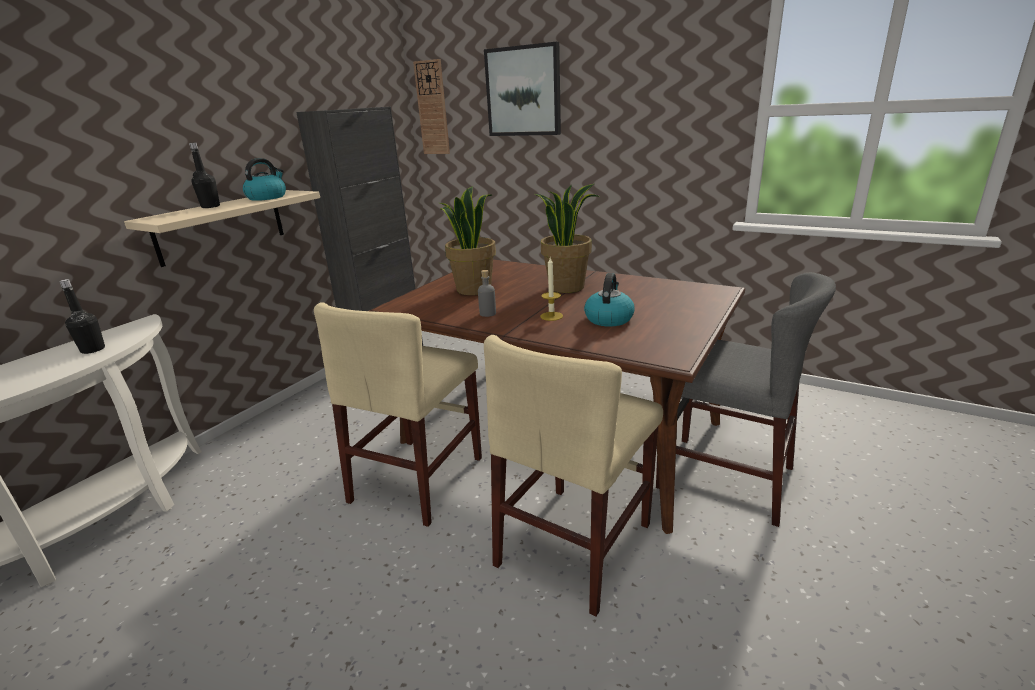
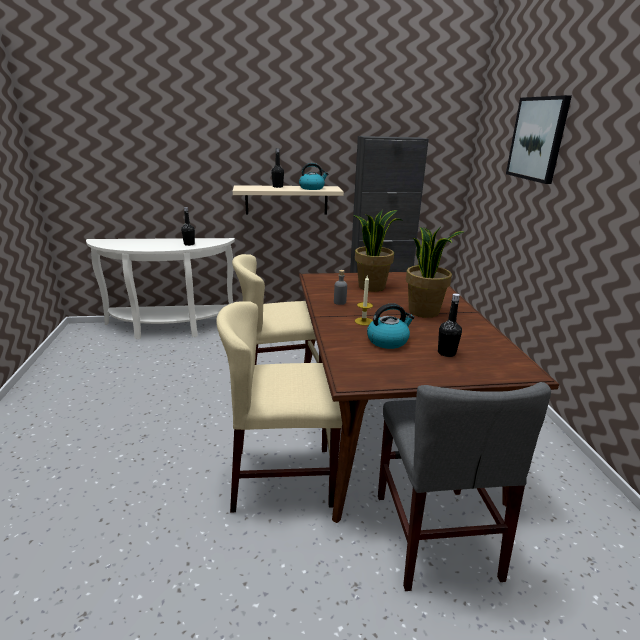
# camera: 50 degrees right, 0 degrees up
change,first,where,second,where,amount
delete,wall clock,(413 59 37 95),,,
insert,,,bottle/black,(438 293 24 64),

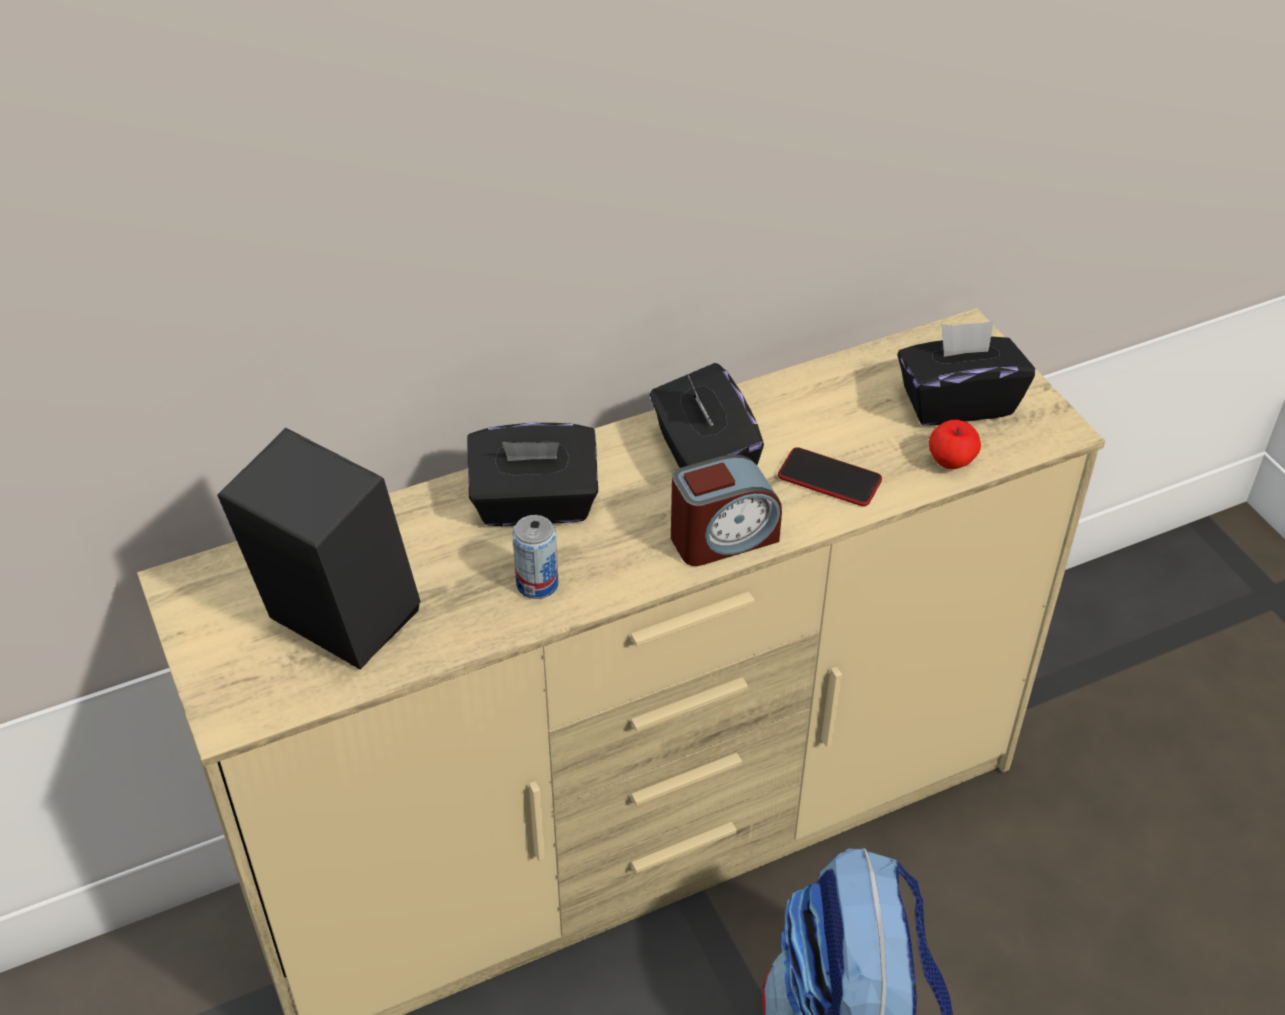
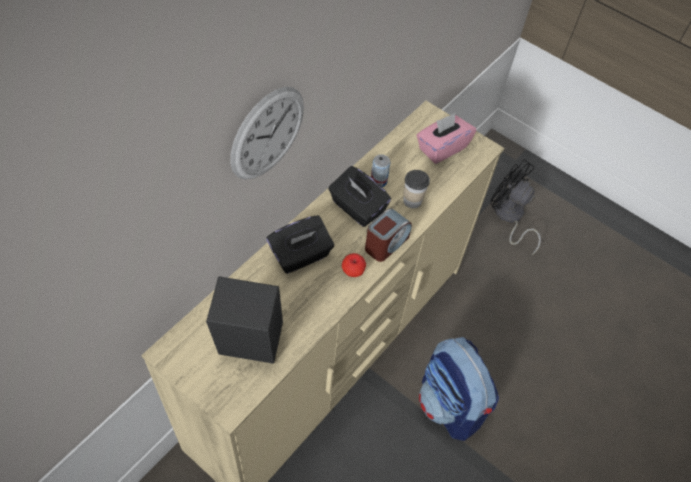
# camera: 30 degrees left, 10 degrees up
change,first,where,second,where,amount
recolor,tissue box/black,(897 321 138 105),tissue box/pink,(416 113 60 51),
move,apple,(929 420 52 49),,(342 253 24 24),
replace,phone,(778 447 104 59),cup,(403 170 27 38),
move,can,(512 515 46 84),,(371 154 19 33),
insert,,,wall clock,(230 87 74 93),
insert,,,fan/black,(491 159 50 96),

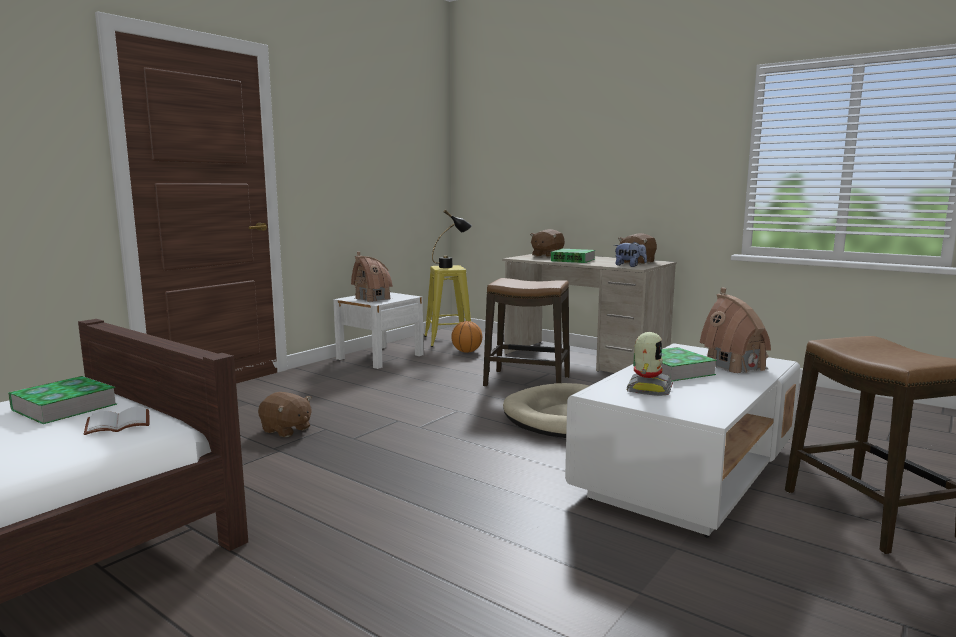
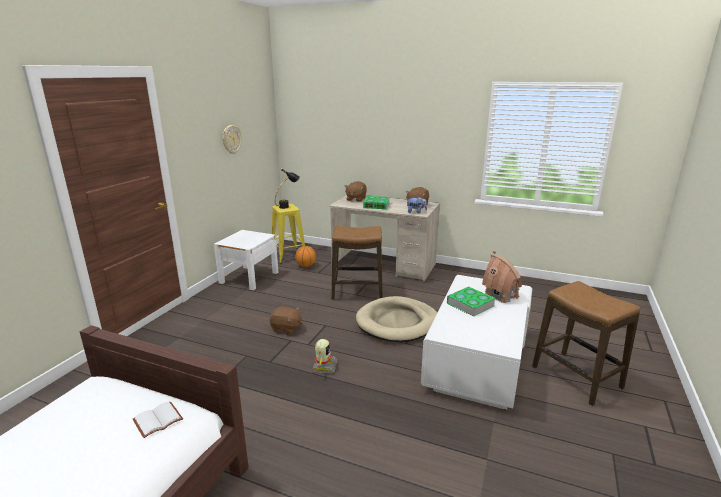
# camera: 15 degrees left, 10 degrees up
change,first,where,second,where,amount
delete,toy house,(351 252 42 50),,,
move,toy robot,(626 332 47 64),,(312 339 25 35),
delete,book,(8 376 109 48),,,
move,plush toy/brown,(258 392 54 45),,(270 306 33 29),
insert,,,wall clock,(223 125 19 29),

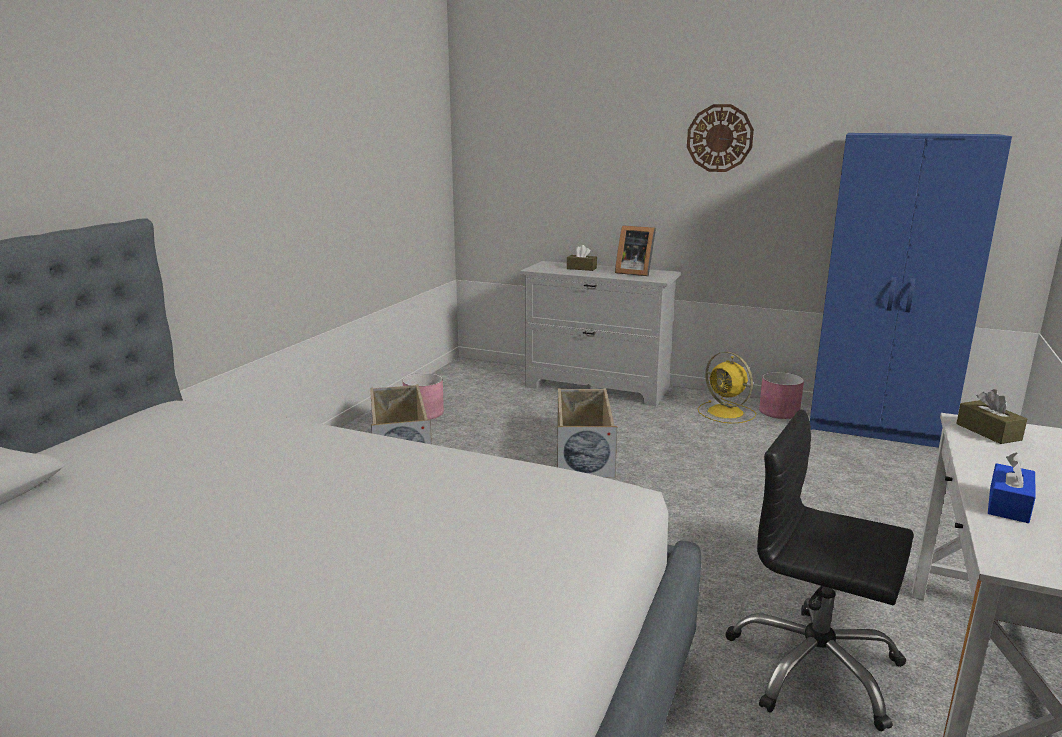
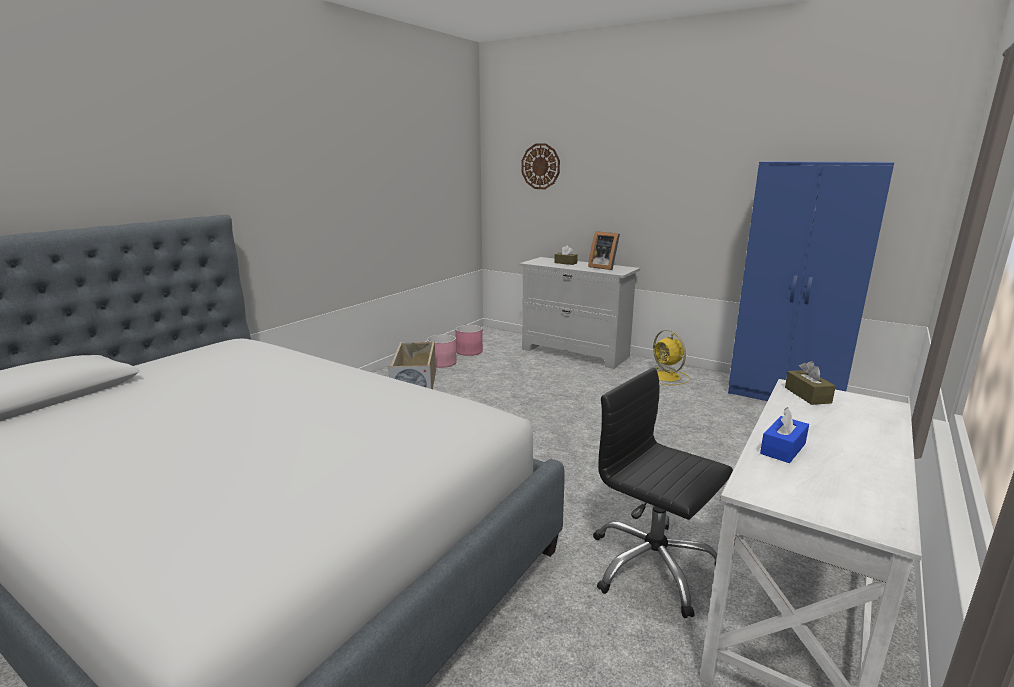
# camera: 10 degrees right, 0 degrees up
change,first,where,second,where,amount
move,wall clock,(687 104 67 68),,(521 143 39 46),
move,planter/pink,(759 372 45 47),,(455 325 28 31),
delete,storage box/beige,(557 388 60 90),,,

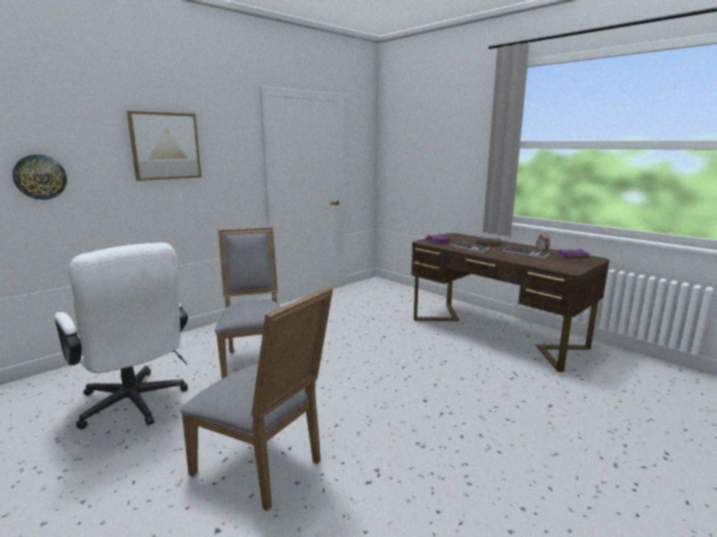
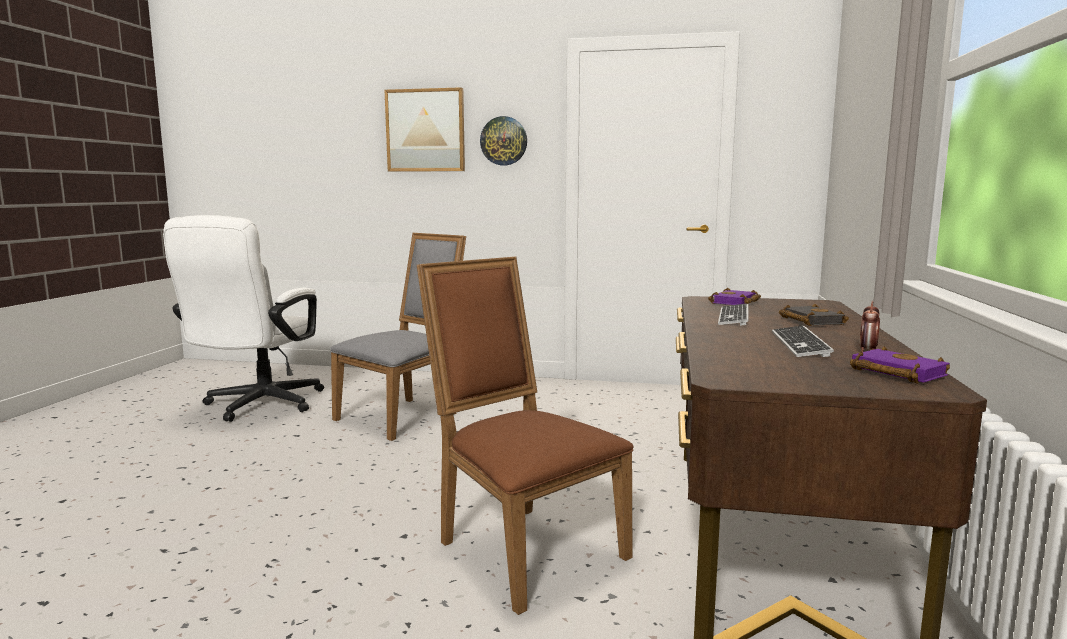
# camera: 55 degrees right, 5 degrees down
change,first,where,second,where,amount
move,wall clock,(12 155 55 45),,(480 116 47 50),
delete,chair/grey,(180 287 153 224),,,
insert,,,chair/brown,(417 256 217 359),

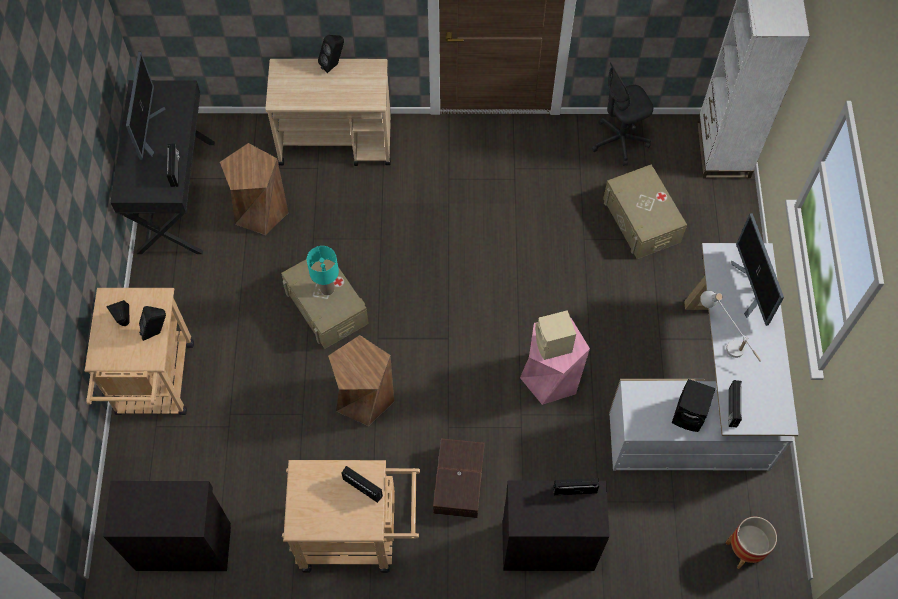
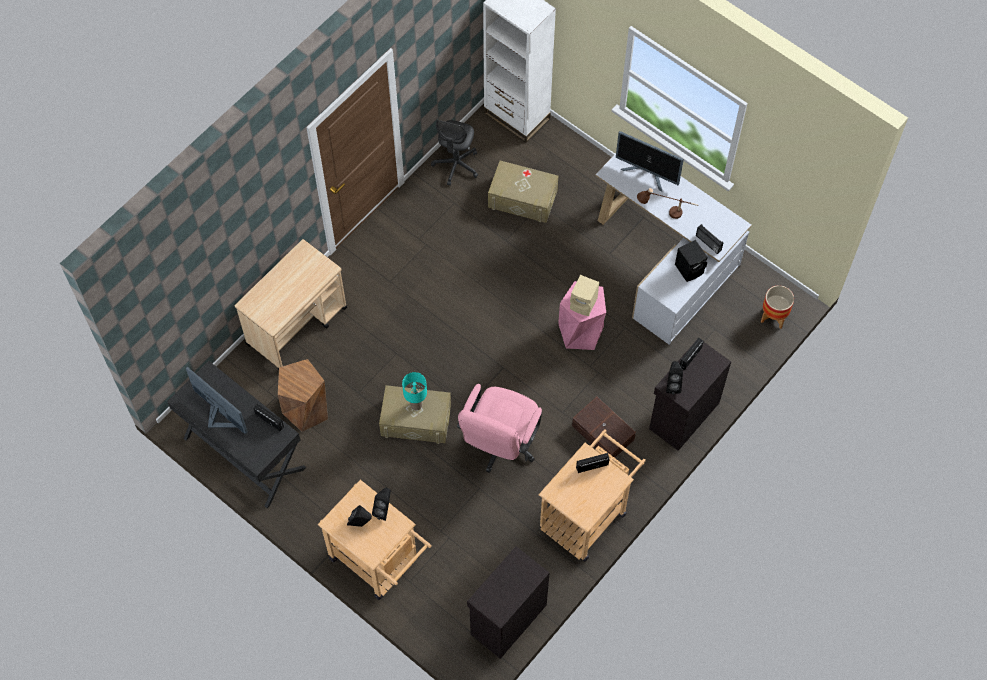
# camera: 50 degrees left, 0 degrees up
change,first,where,second,where,amount
move,speaker/black,(318 35 26 38),,(666 361 17 33),
recolor,table lamp/white,(700 291 62 71),table lamp/brown,(637 188 61 31),
replace,stool/brown,(328 335 66 91),office chair/pink,(457 384 85 89),

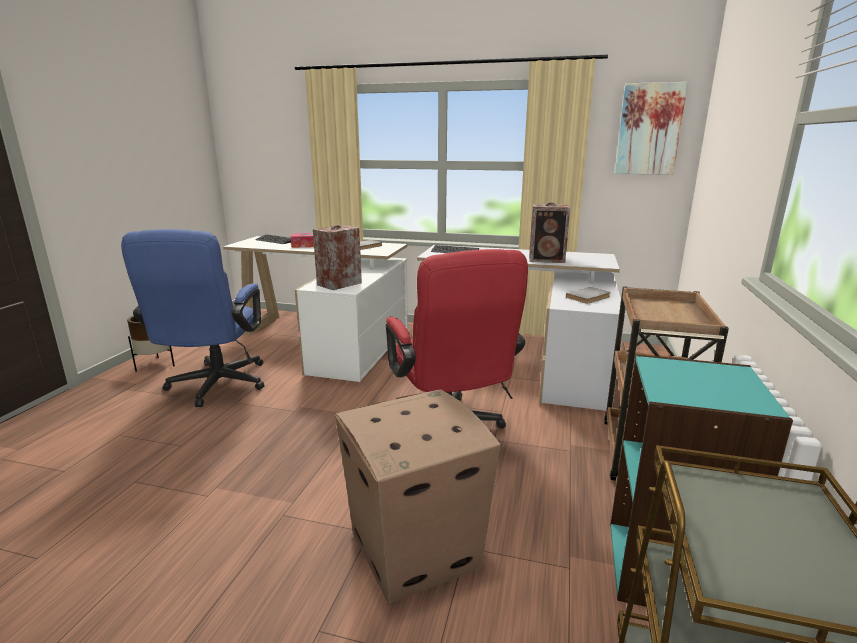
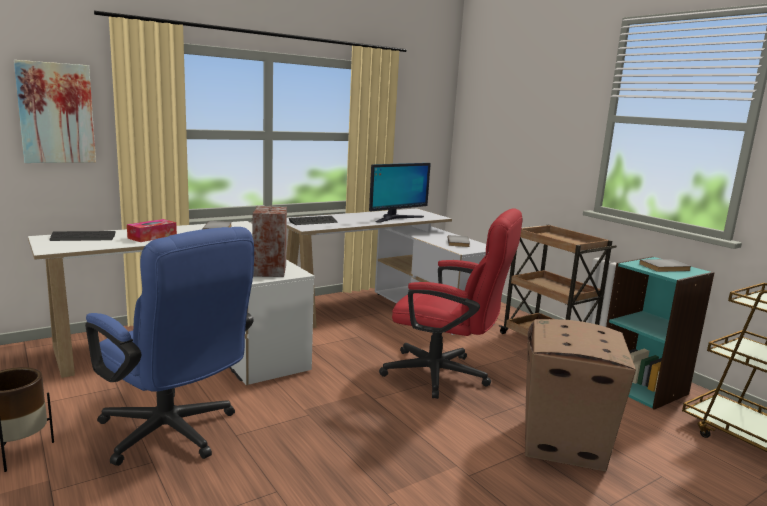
# camera: 50 degrees left, 5 degrees down
change,first,where,second,where,amount
move,picture,(615 82 73 93),,(14 60 82 103),
replace,speaker,(529 202 41 61),monitor,(369 163 62 59),
insert,,,book/grey,(639 259 52 13),

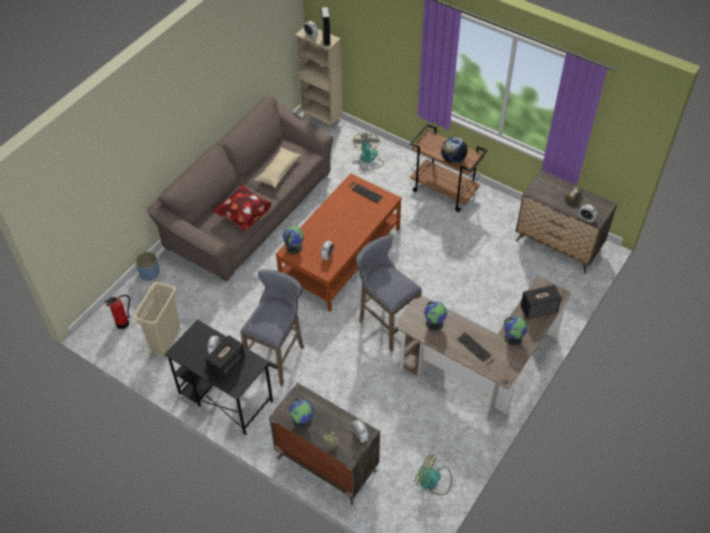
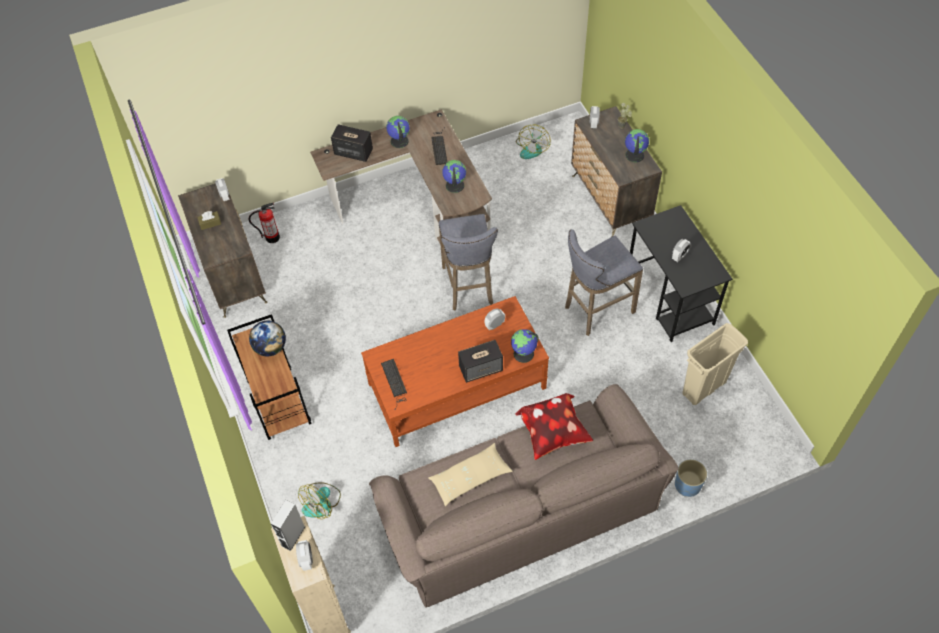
# camera: 145 degrees left, 5 degrees up
change,first,where,second,where,amount
move,fire extinguisher,(104 295 26 34),,(249 202 31 41),
move,speaker,(205 335 40 46),,(458 340 45 43),
rotate,fan,(414 454 38 41),,(516 125 35 34),45 degrees clockwise

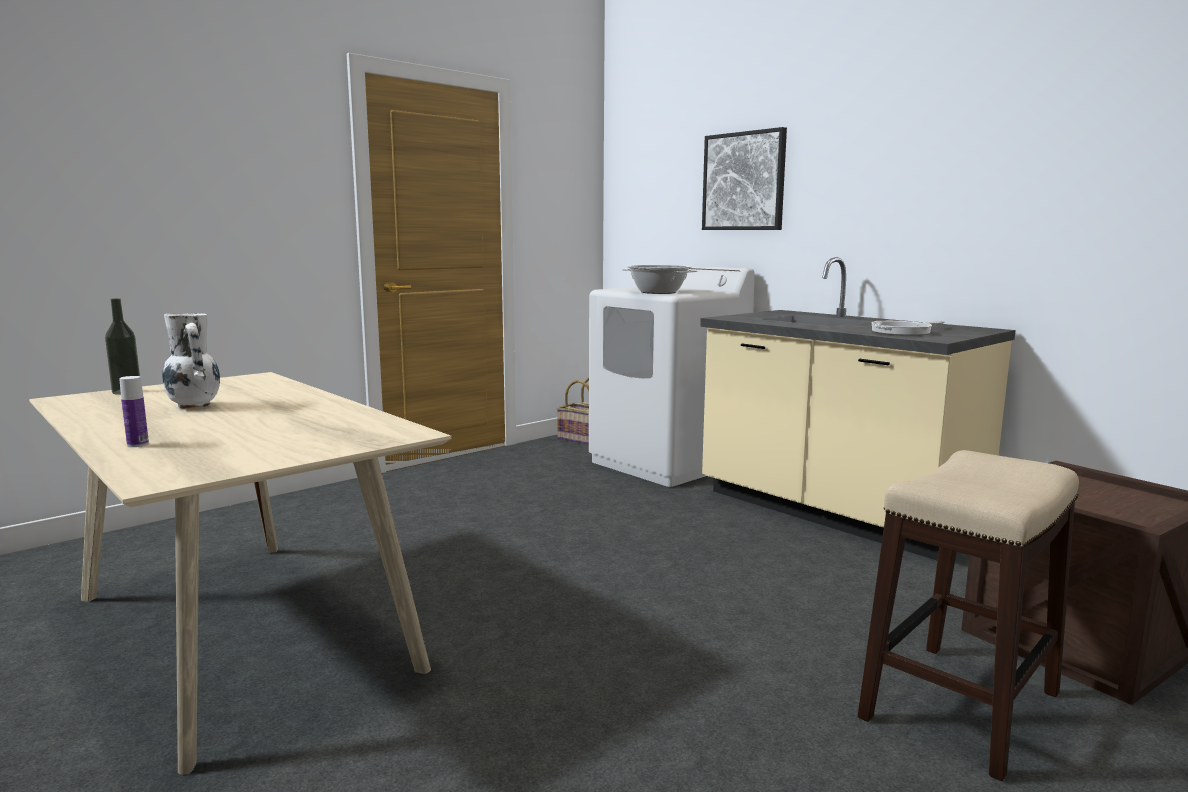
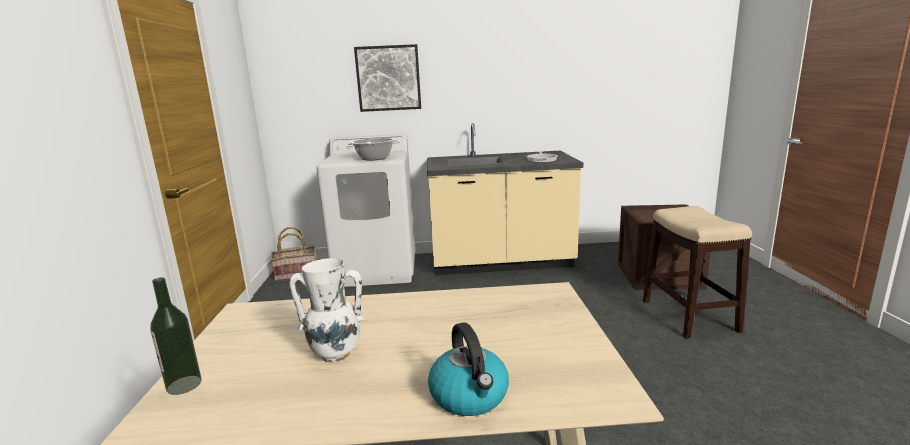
# camera: 50 degrees left, 5 degrees up
change,first,where,second,where,amount
replace,bottle,(119 376 30 71),kettle,(428 323 81 93),

